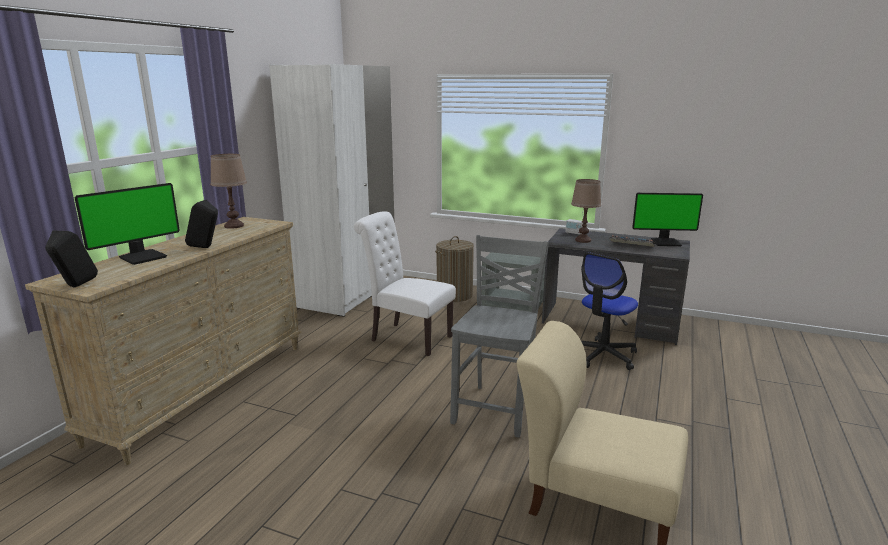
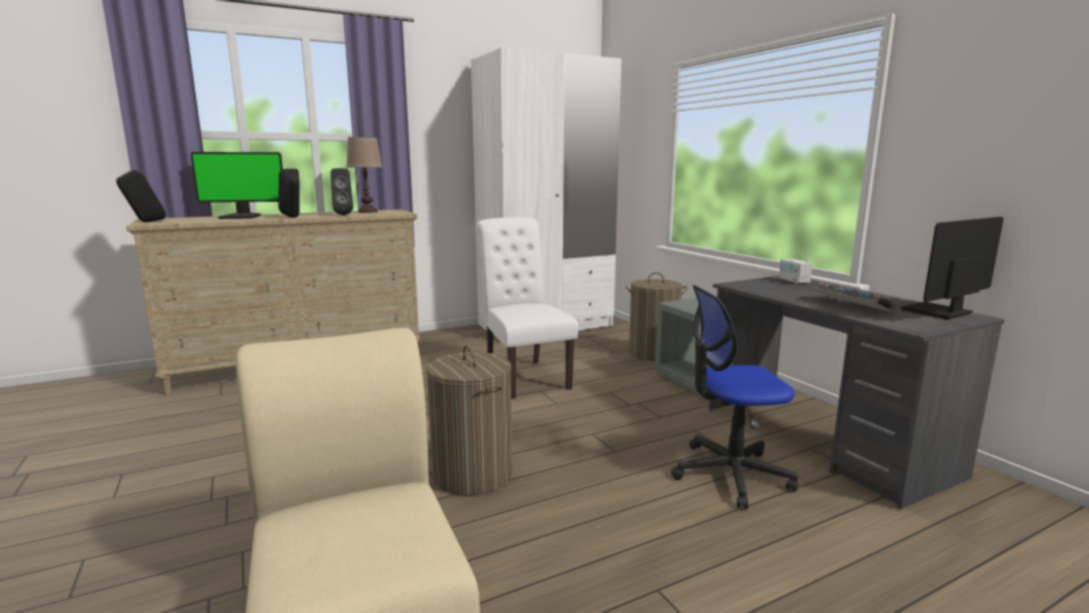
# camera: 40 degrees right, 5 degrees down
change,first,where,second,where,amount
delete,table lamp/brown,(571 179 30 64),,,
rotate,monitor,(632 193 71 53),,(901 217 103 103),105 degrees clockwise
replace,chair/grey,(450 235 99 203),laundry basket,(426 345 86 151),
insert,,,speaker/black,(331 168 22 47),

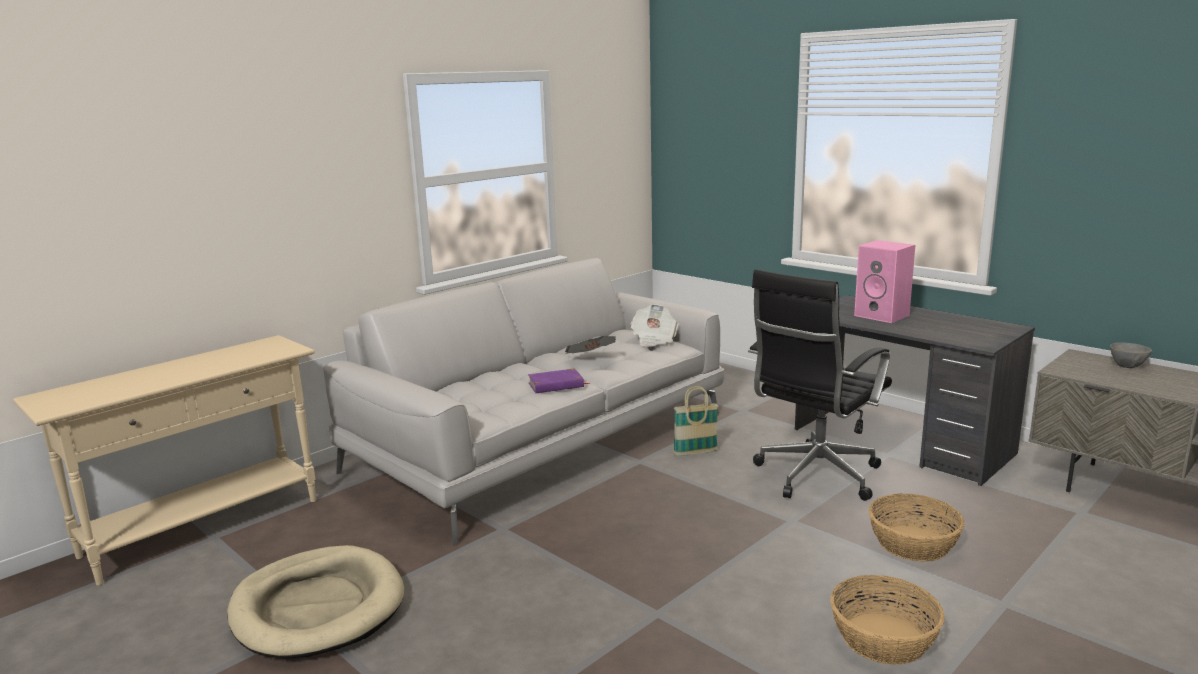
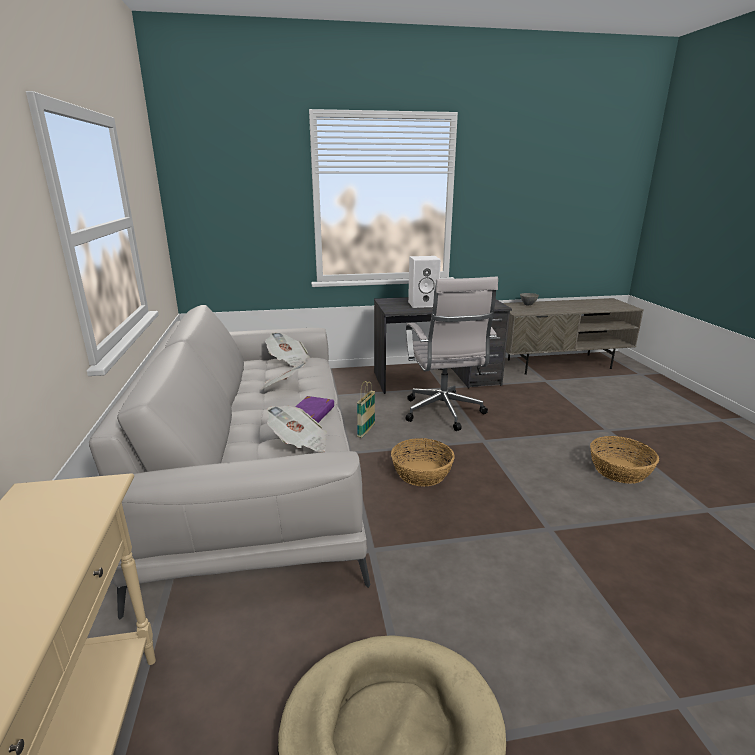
# camera: 55 degrees left, 5 degrees up
change,first,where,second,where,amount
recolor,speaker/pink,(854 240 61 83),speaker/white,(408 256 33 52),
recolor,office chair/black,(748 269 144 232),office chair/white,(405 277 93 154),
move,basket,(869 493 96 68),,(391 438 64 49),
insert,,,newspaper,(267 406 60 46),

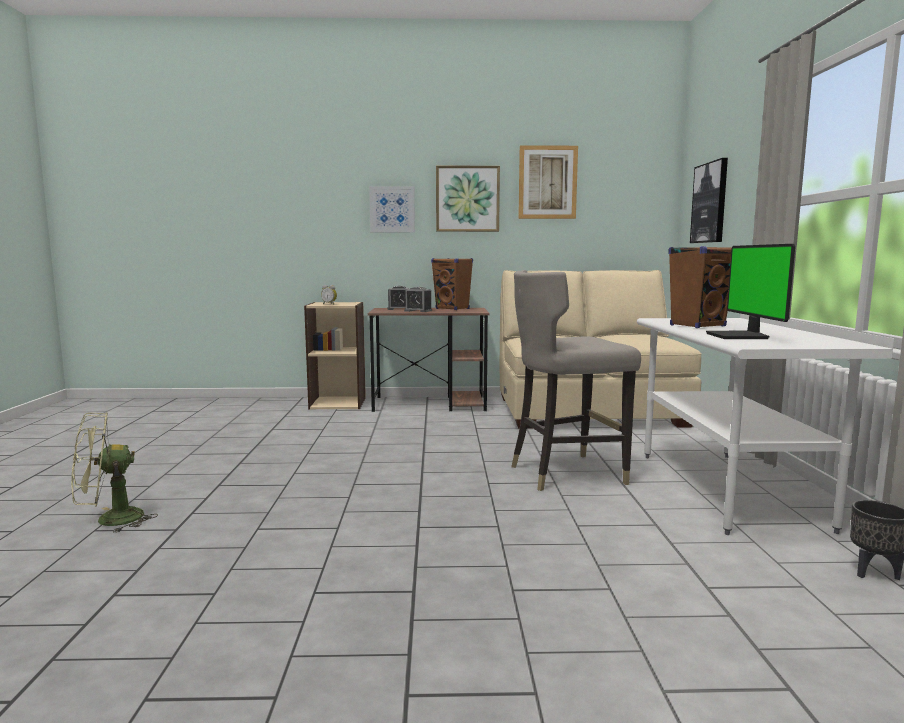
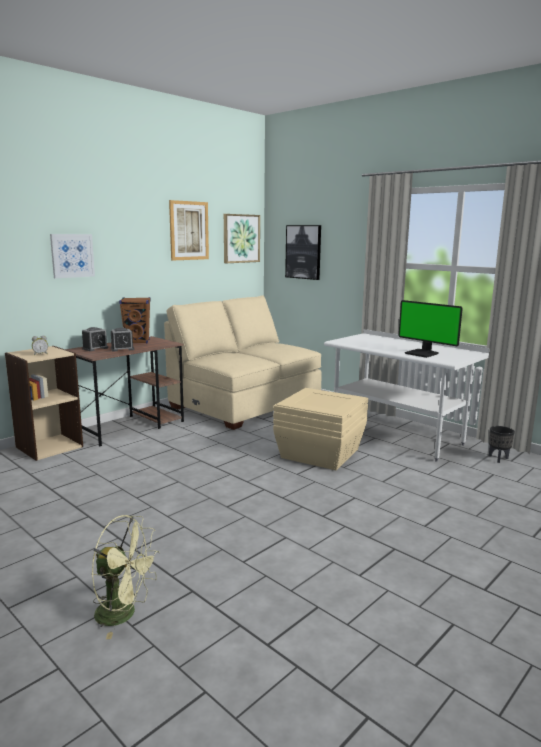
# camera: 45 degrees left, 5 degrees up
change,first,where,second,where,amount
move,picture,(436 166 64 66),,(224 214 36 49),
delete,speaker/brown,(668 246 64 82),,,
replace,stool/grey,(512 270 129 221),storage box/beige,(273 388 95 82),
rotate,fan/green,(71 412 87 121),,(91 515 69 124),90 degrees counterclockwise

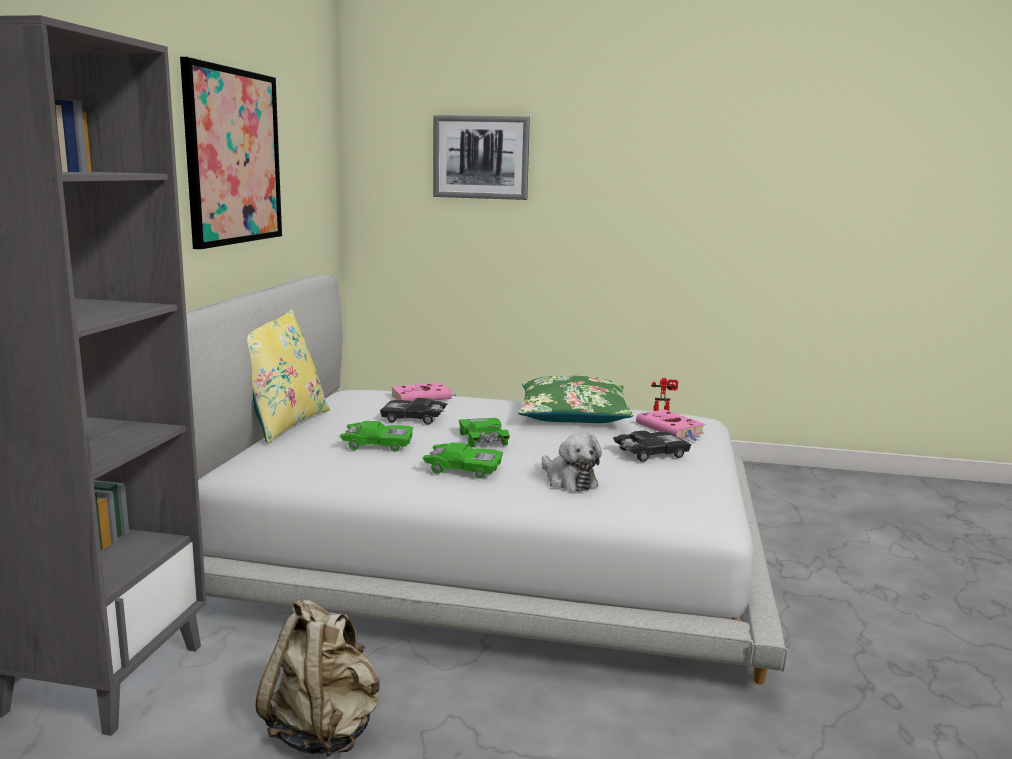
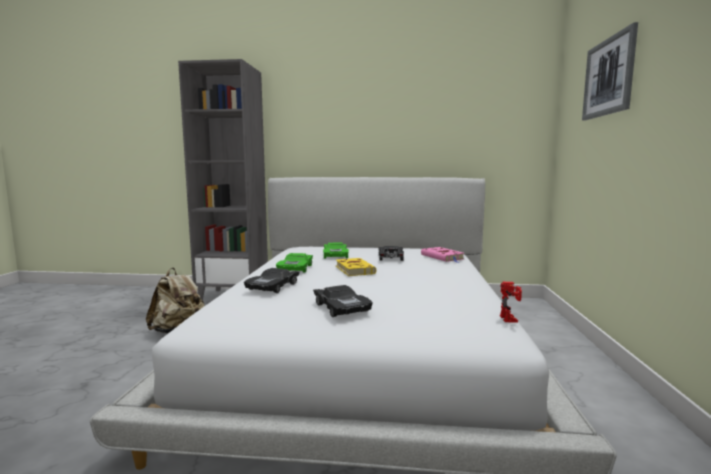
# camera: 85 degrees right, 5 degrees down
change,first,where,second,where,amount
delete,picture,(180 57 102 192),,,
delete,pillow/yellow,(247 309 83 135),,,
delete,pillow/green,(518 376 115 47),,,
delete,book/pink,(636 409 69 32),,,
replace,toy car/green,(459 418 51 29),book/yellow,(336 258 40 18),
replace,plush toy,(542 433 60 59),toy car/black,(244 268 56 25),

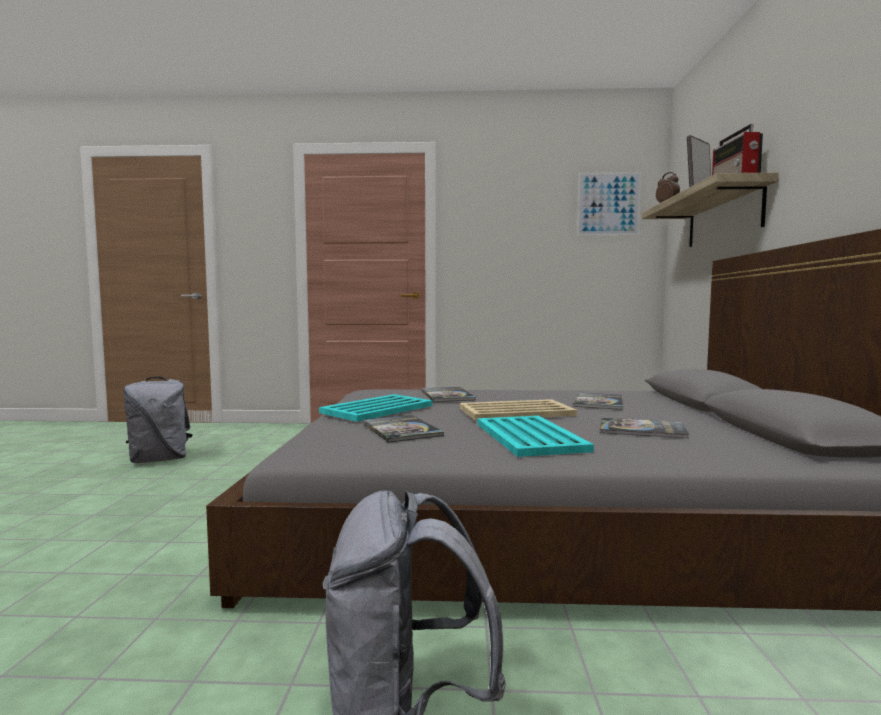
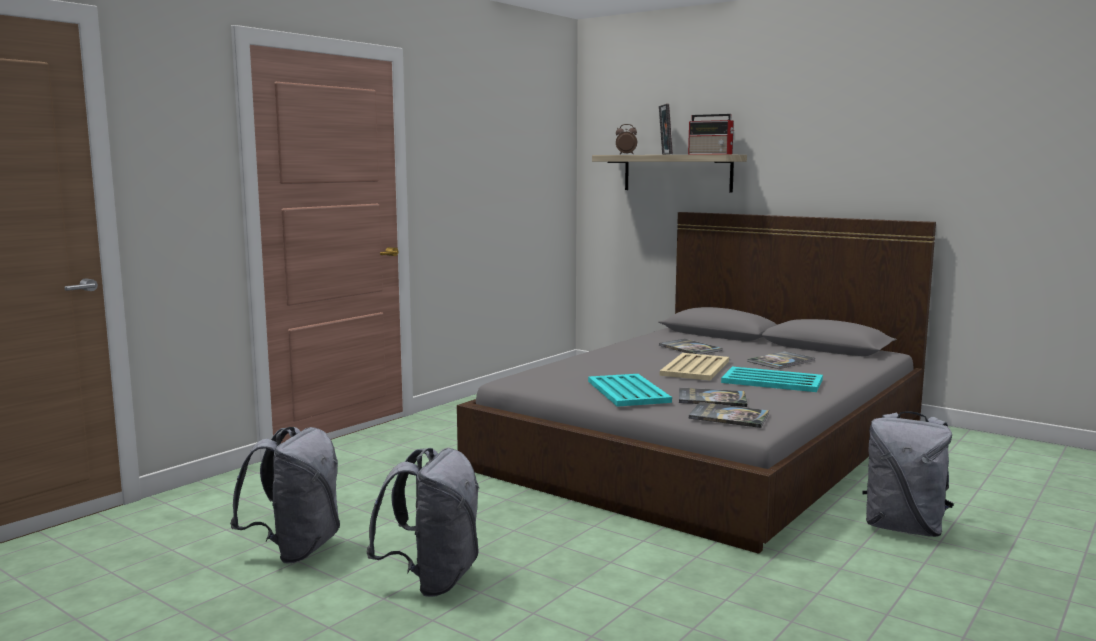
# camera: 55 degrees left, 5 degrees up
change,first,where,second,where,amount
delete,picture,(577 172 65 64),,,
move,book,(421 387 55 15),,(689 402 80 26),
insert,,,backpack/grey,(366 448 113 149),

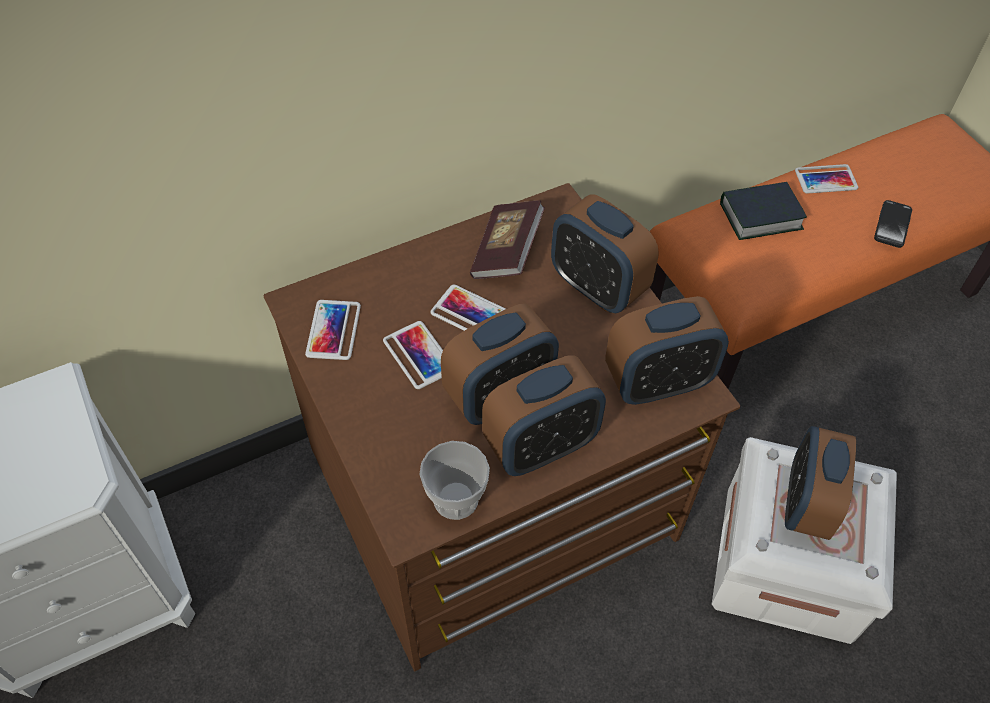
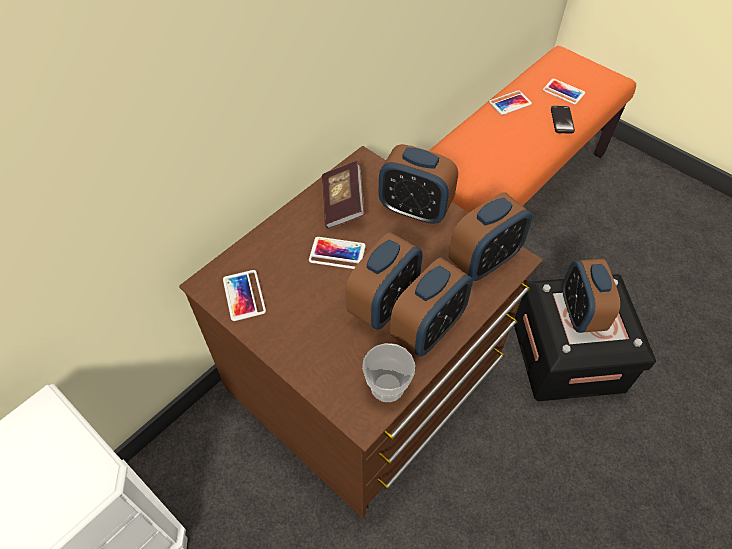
# camera: 20 degrees left, 0 degrees up
change,first,where,second,where,amount
delete,book,(720 182 87 58),,,
move,phone,(383 321 60 68),,(543 79 42 26),
recolor,storage box/white,(712 437 185 207),storage box/black,(514 274 142 127),

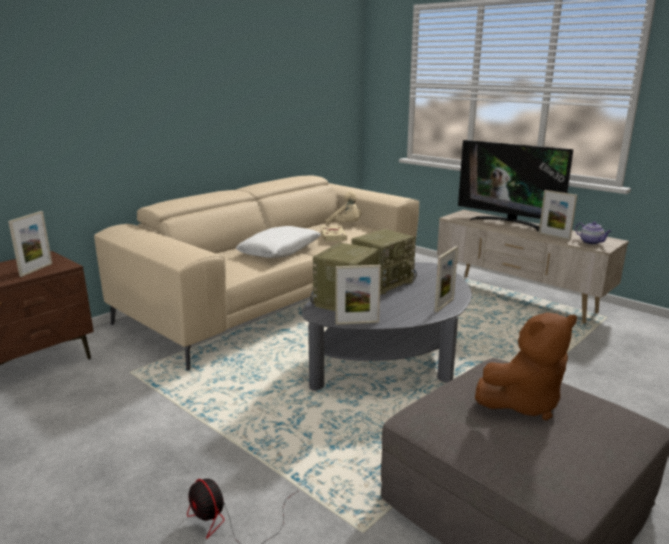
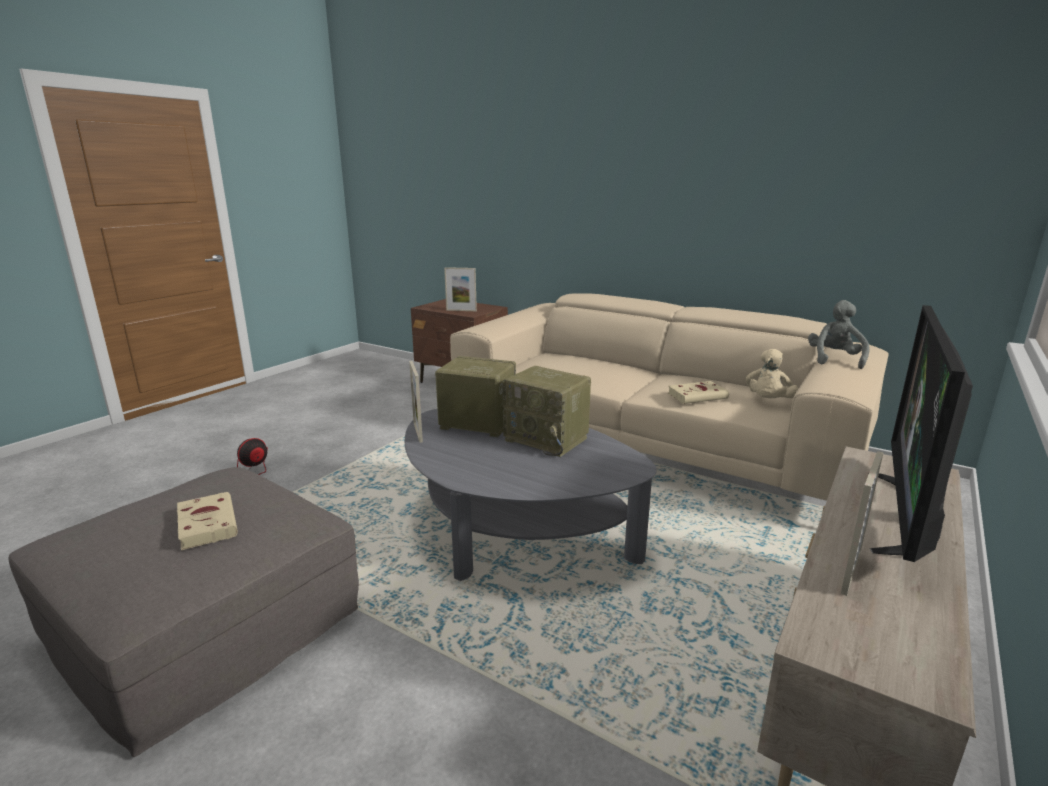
# camera: 80 degrees right, 0 degrees up
change,first,where,second,where,amount
delete,teapot,(575 221 37 24),,,
delete,pillow/white,(236 226 85 32),,,
delete,picture frame,(434 246 24 67),,,
replace,plush toy/brown,(475 313 102 107),book/beige,(177 492 61 58),
insert,,,plush toy/grey,(808 300 62 69),

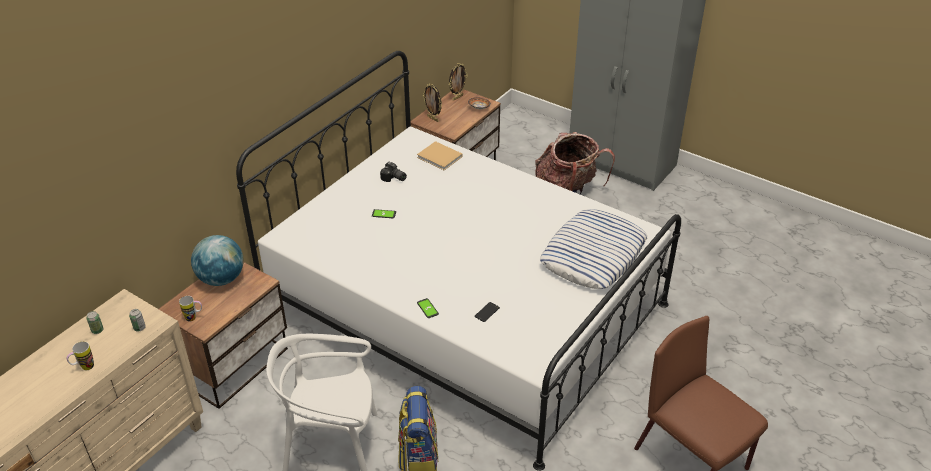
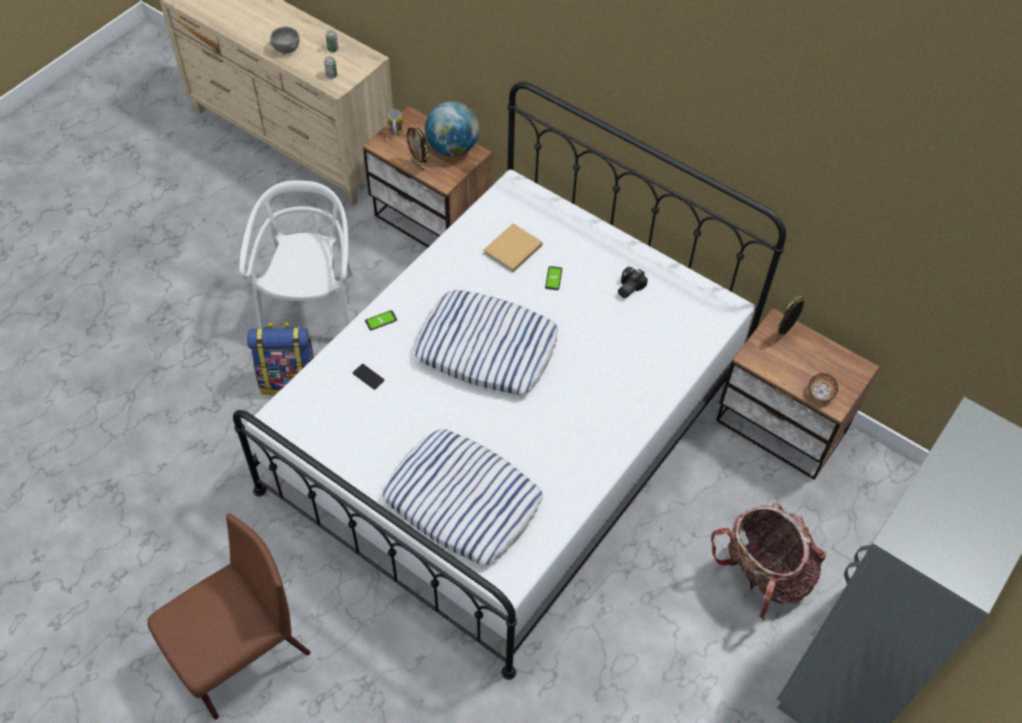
# camera: 90 degrees right, 15 degrees up
change,first,where,second,where,amount
move,picture frame,(449 63 19 38),,(405 125 24 46),
move,book/beige,(417 141 45 29),,(483 223 60 50),
replace,mug,(67 341 27 29),bowl/grey,(270 27 29 28),
insert,,,pillow,(415 290 143 105),

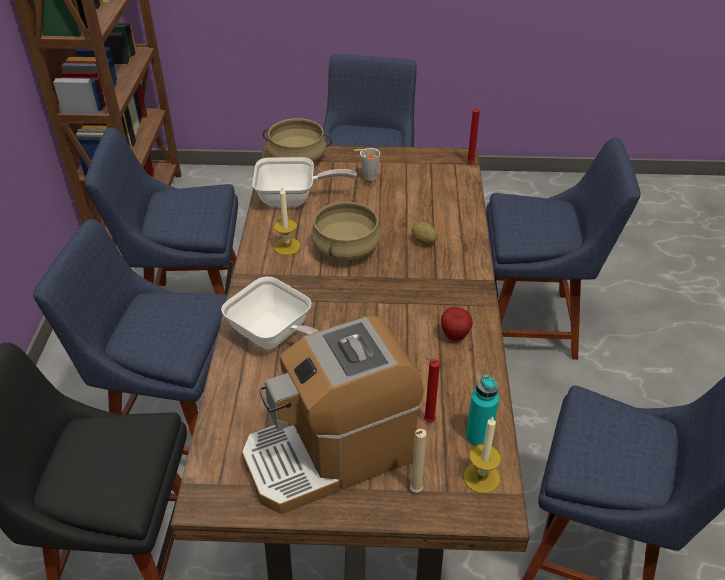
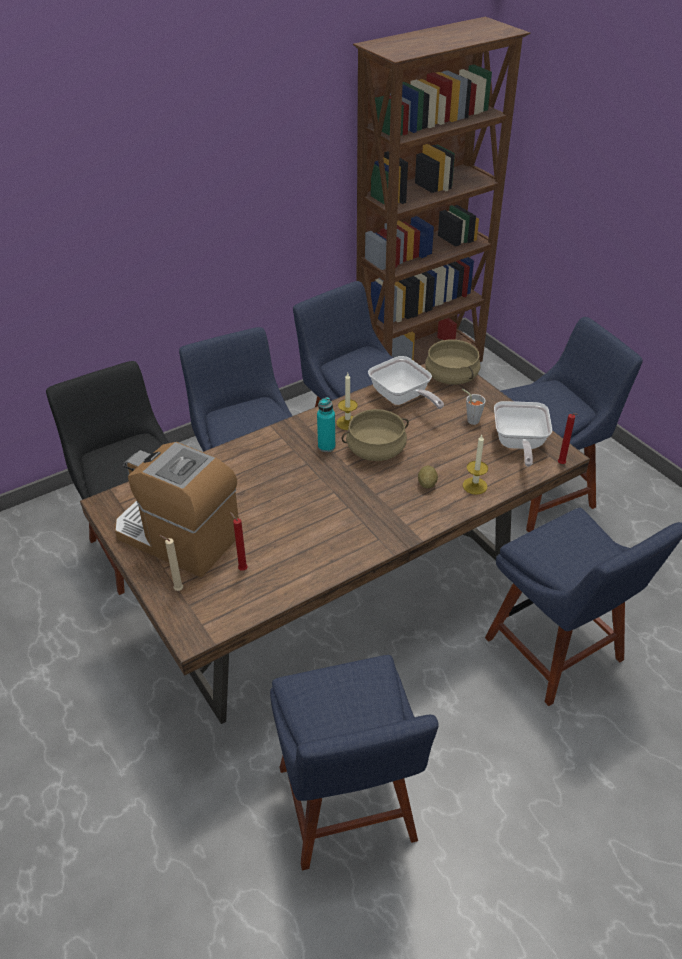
# camera: 55 degrees right, 0 degrees up
change,first,where,second,where,amount
move,frying pan,(221 276 97 73),,(494 401 58 65),
delete,apple,(441 307 32 34),,,
move,bottle/turquoise,(466 374 33 72),,(317 397 18 55),
move,candle,(463 416 39 77),,(463 435 25 60),

